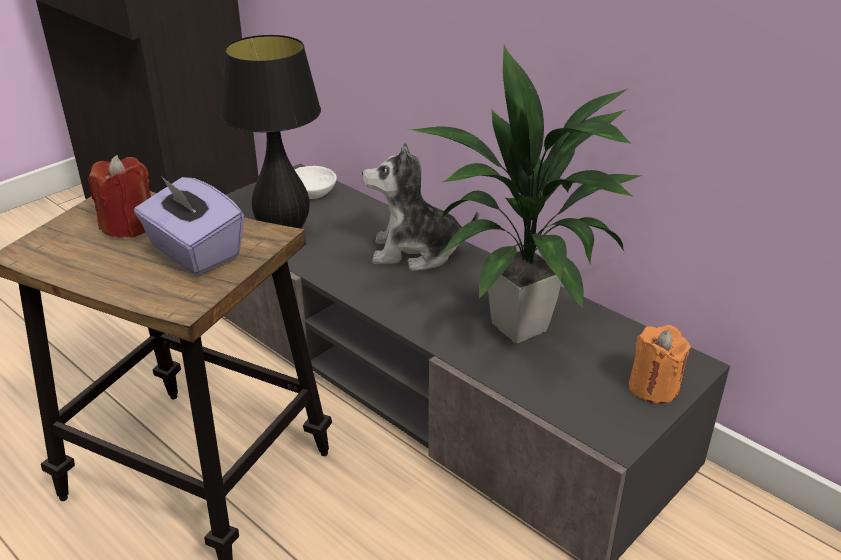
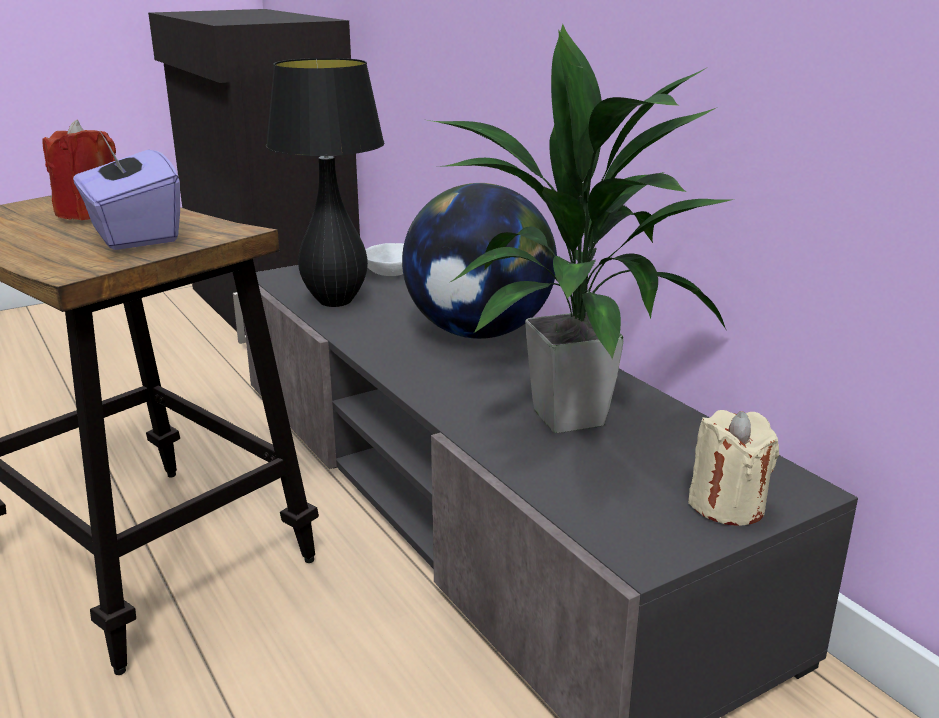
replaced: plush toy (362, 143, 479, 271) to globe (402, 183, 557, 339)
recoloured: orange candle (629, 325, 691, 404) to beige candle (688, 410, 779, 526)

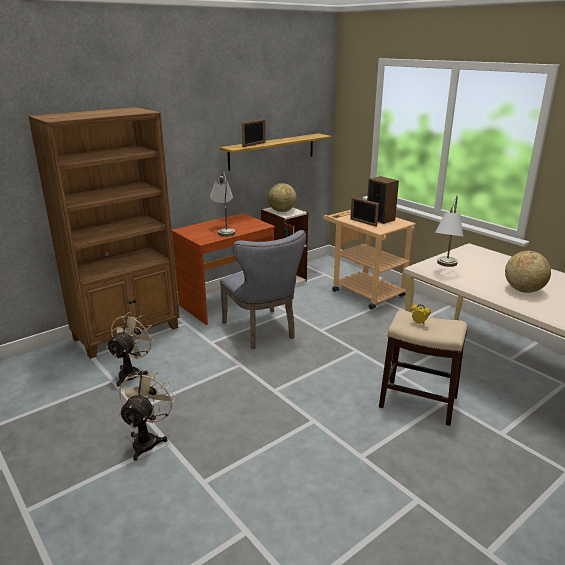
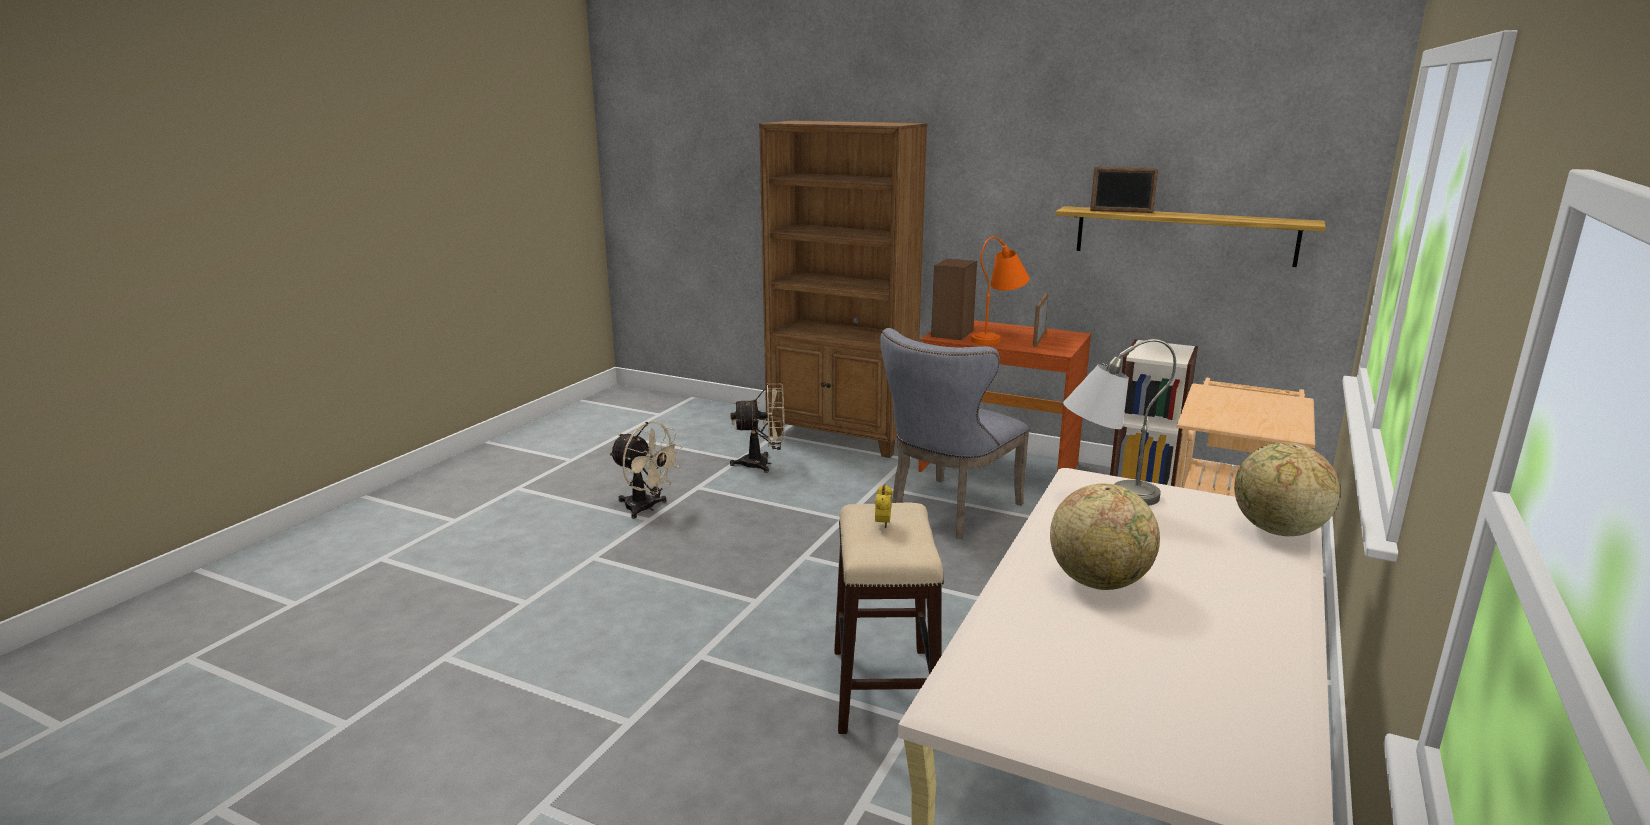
moved: globe (268, 183, 297, 212) to (1234, 442, 1340, 536); picture frame (350, 197, 379, 227) to (1033, 293, 1048, 347); speaker (367, 176, 399, 224) to (931, 259, 977, 340)
recoloured: grey table lamp (210, 172, 235, 237) to orange table lamp (971, 236, 1030, 345)
turned: beige fan (119, 369, 176, 461) = (609, 421, 683, 519) 45 degrees clockwise

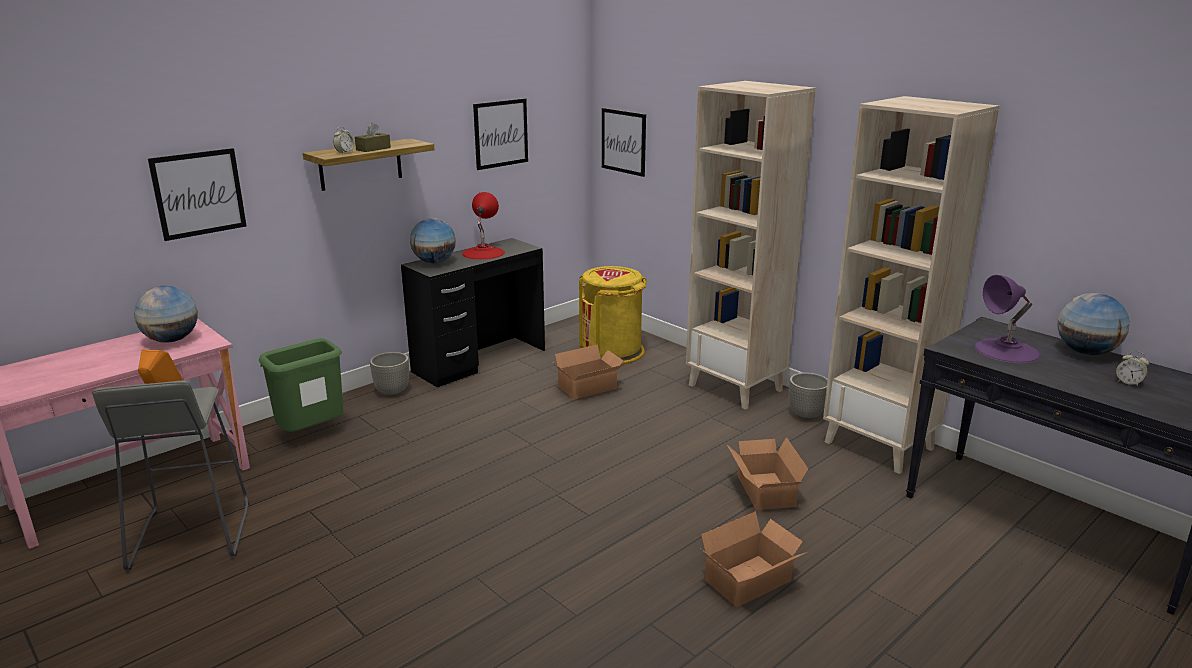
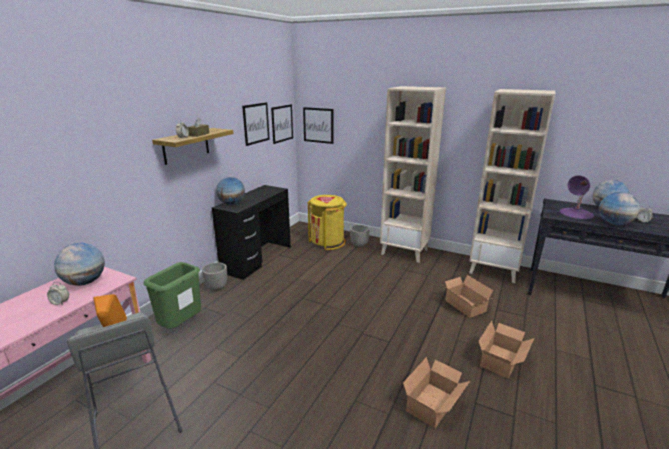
removed: red table lamp (462, 192, 505, 260)
added: alarm clock (47, 282, 69, 305); globe (599, 192, 640, 225)
moved: picture (148, 148, 247, 241) to (271, 104, 293, 144); cardboard box (554, 344, 623, 400) to (403, 357, 470, 428); planter (789, 373, 828, 420) to (350, 225, 370, 247)

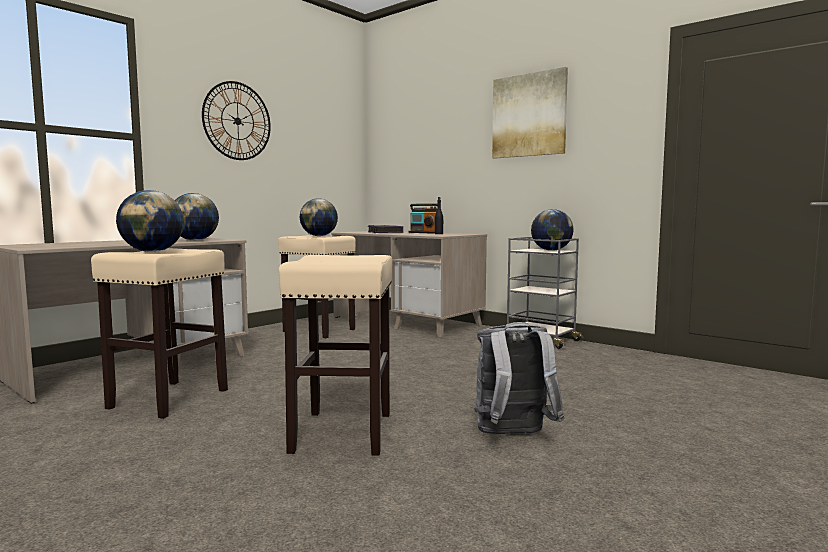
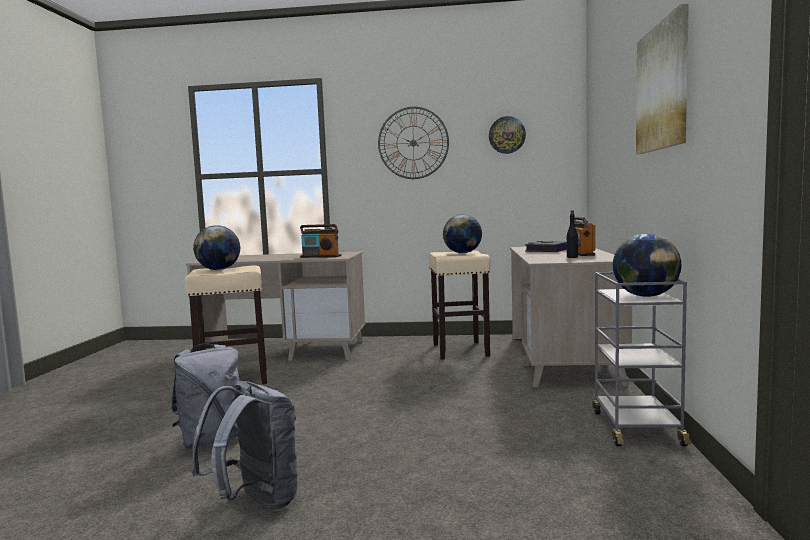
added: wall clock (489, 116, 526, 154)
replaced: globe (175, 193, 219, 240) to radio (300, 224, 341, 258); beige stool (279, 255, 392, 456) to grey backpack (171, 343, 240, 449)

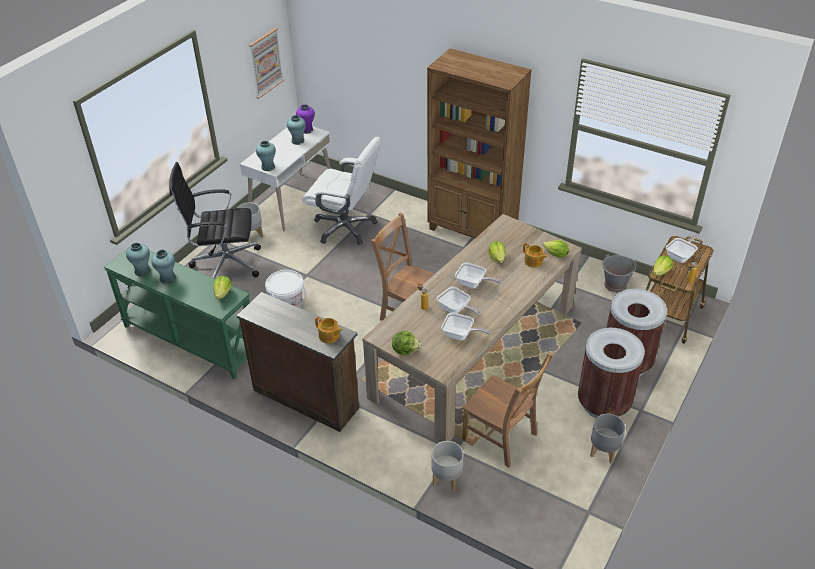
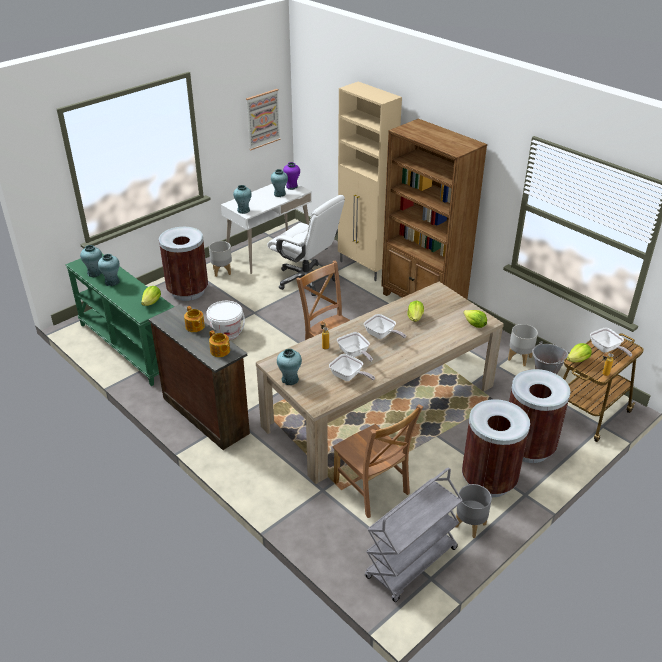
added: beige cabinet (338, 81, 402, 281); grey cart (365, 468, 463, 602)
moved: grey planter (431, 441, 463, 492) to (508, 324, 538, 366); teapot (523, 243, 547, 268) to (184, 306, 205, 332)
replaced: black office chair (169, 162, 261, 279) to brown trash can (159, 227, 208, 301); lettuce (392, 331, 421, 355) to turquoise vase (277, 348, 302, 385)
turned: frying pan (666, 233, 700, 263) = (590, 328, 632, 357) 90 degrees clockwise

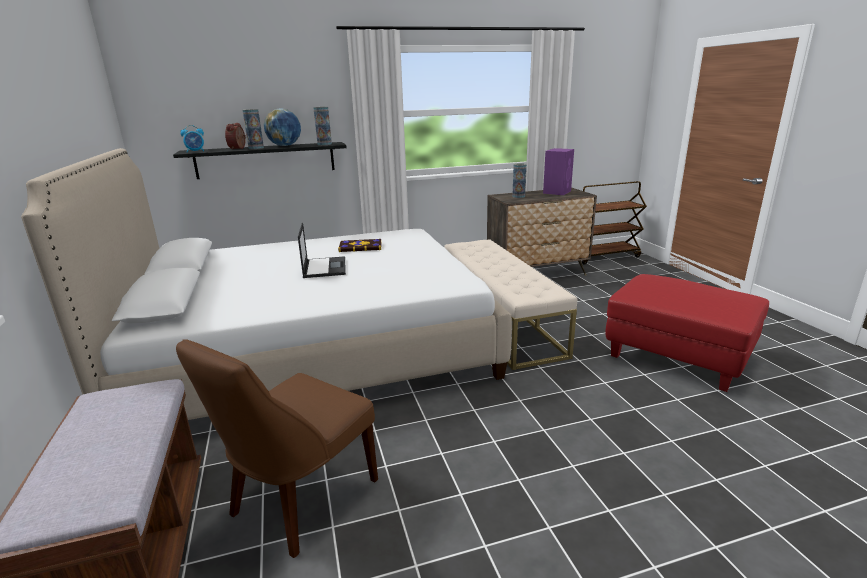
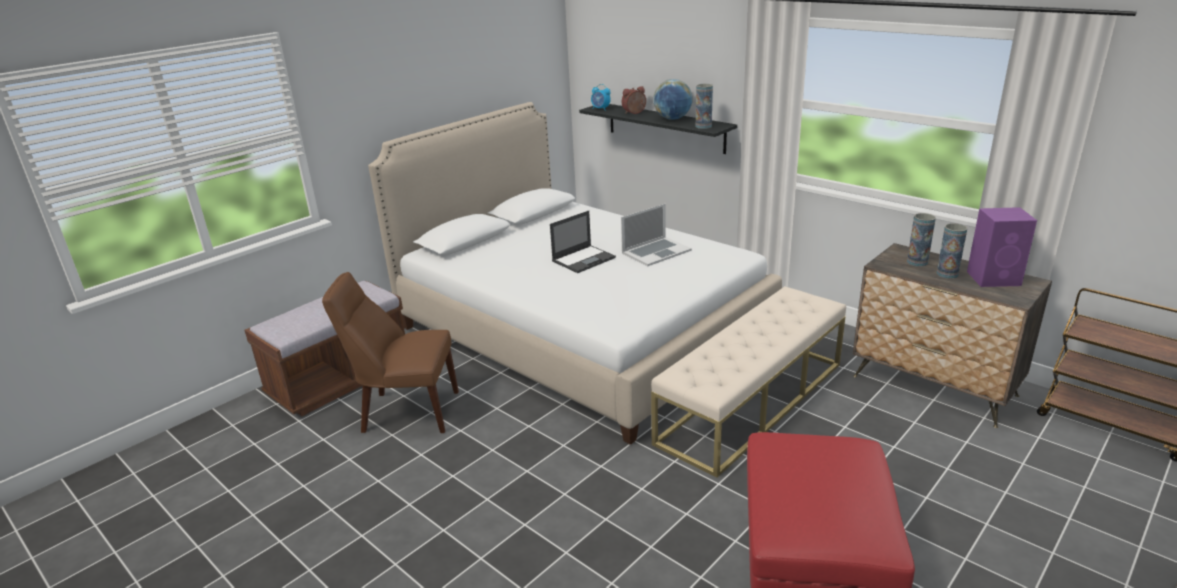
moved: vase (243, 109, 264, 149) to (936, 223, 967, 279)
replaced: book (338, 239, 382, 252) to laptop (621, 204, 692, 266)

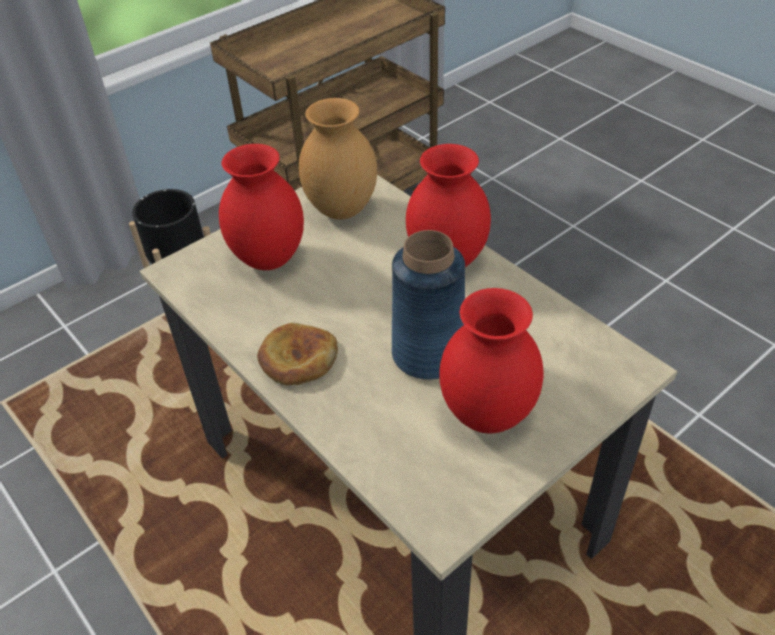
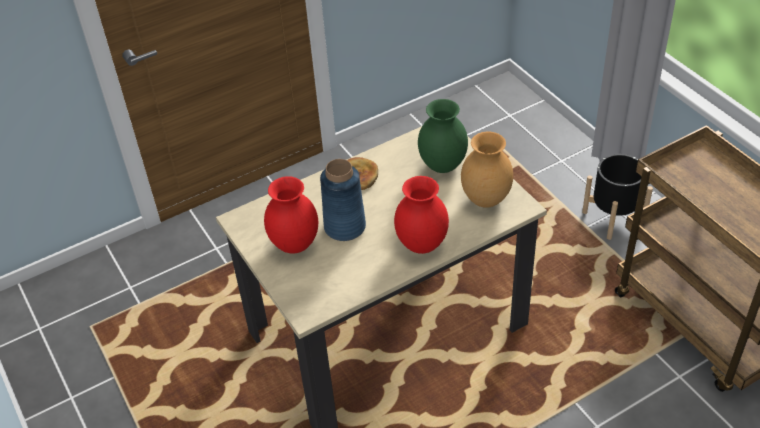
recoloured: red vase (219, 144, 304, 270) to green vase (418, 99, 468, 173)

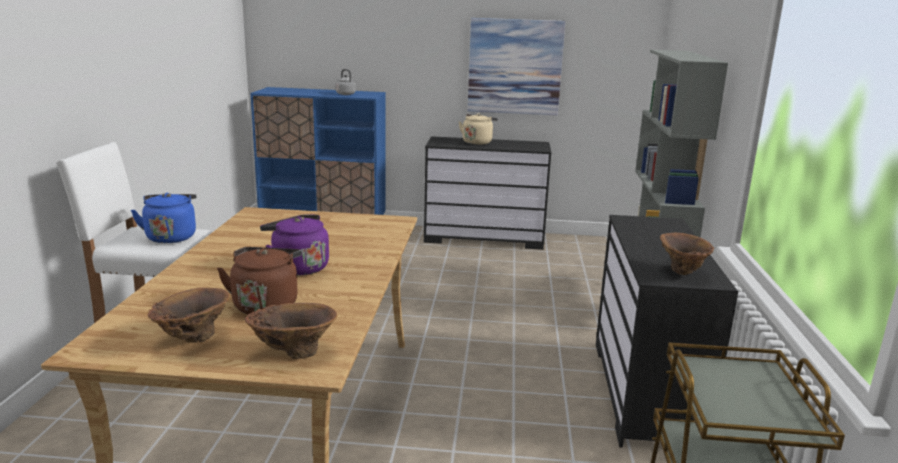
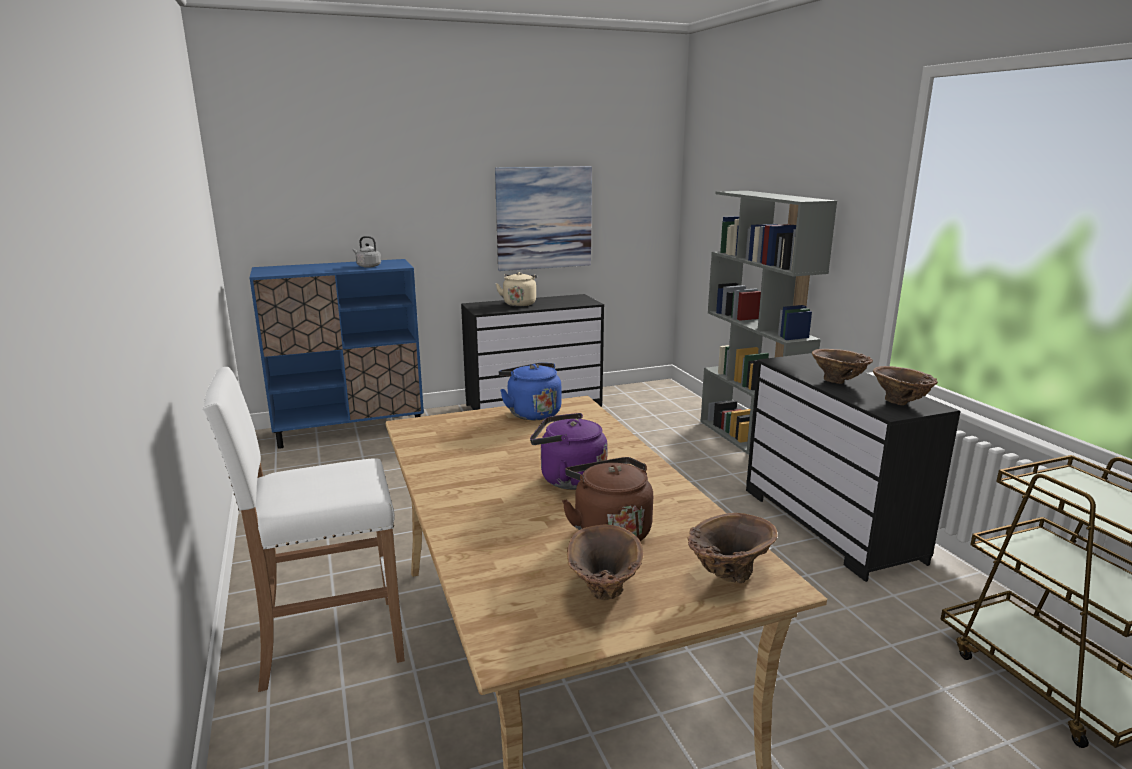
added: brown vase (812, 349, 873, 384)
moved: blue kettle (131, 193, 197, 243) to (499, 363, 561, 420)

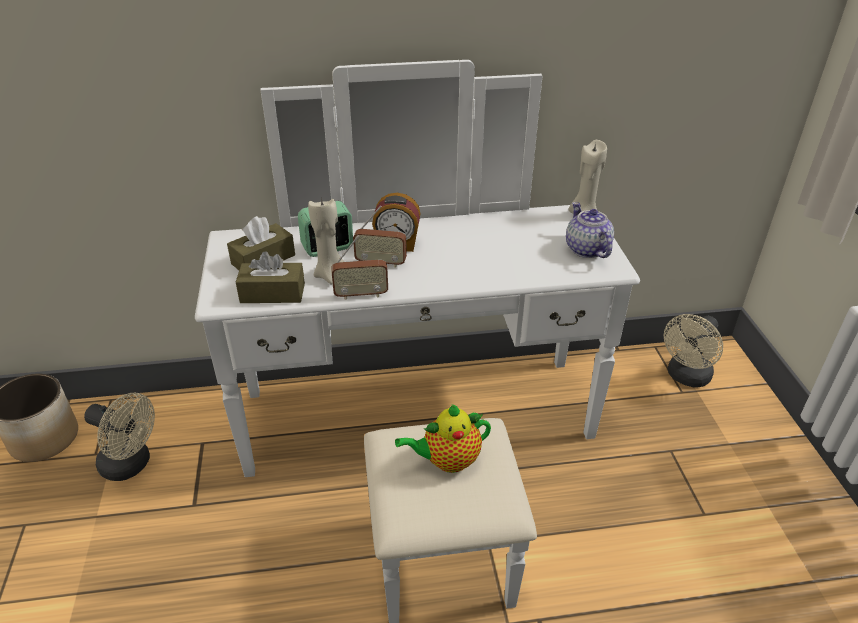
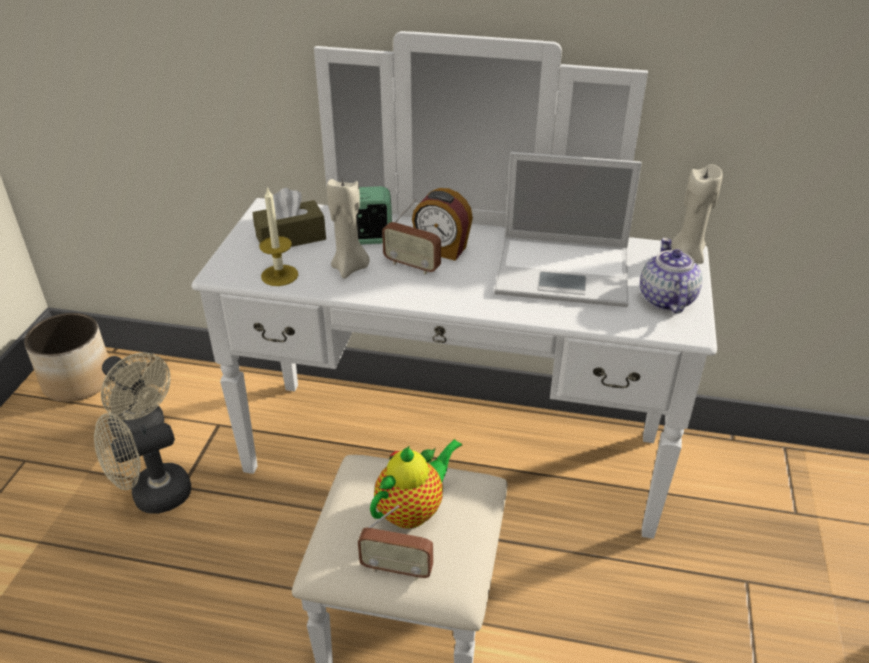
added: laptop (494, 152, 642, 307)
moved: radio (331, 235, 388, 300) to (358, 505, 433, 581); beige fan (664, 314, 723, 387) to (94, 413, 191, 514)
replaced: brown tissue box (236, 251, 305, 303) to candle (259, 186, 298, 286)
turned: teapot (395, 405, 491, 473) = (370, 439, 462, 529) 135 degrees clockwise

